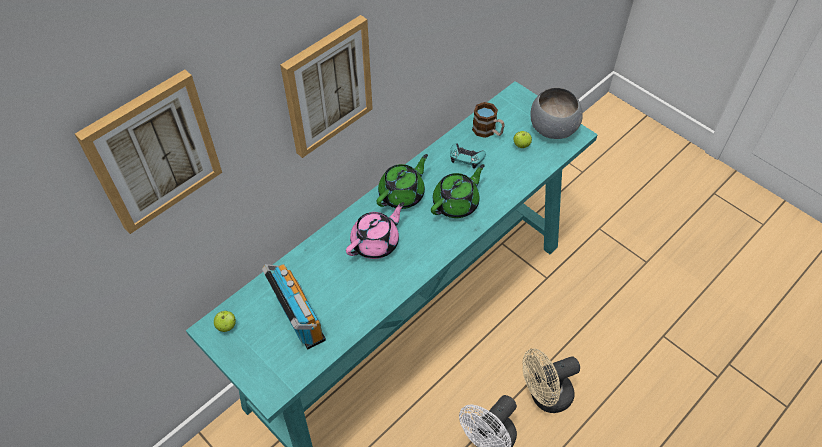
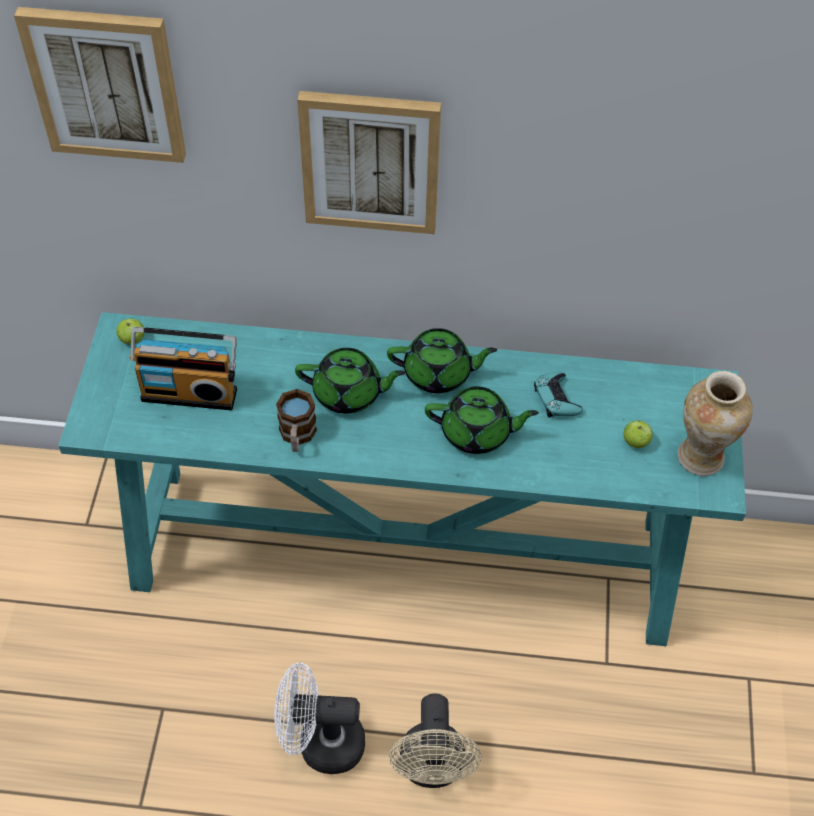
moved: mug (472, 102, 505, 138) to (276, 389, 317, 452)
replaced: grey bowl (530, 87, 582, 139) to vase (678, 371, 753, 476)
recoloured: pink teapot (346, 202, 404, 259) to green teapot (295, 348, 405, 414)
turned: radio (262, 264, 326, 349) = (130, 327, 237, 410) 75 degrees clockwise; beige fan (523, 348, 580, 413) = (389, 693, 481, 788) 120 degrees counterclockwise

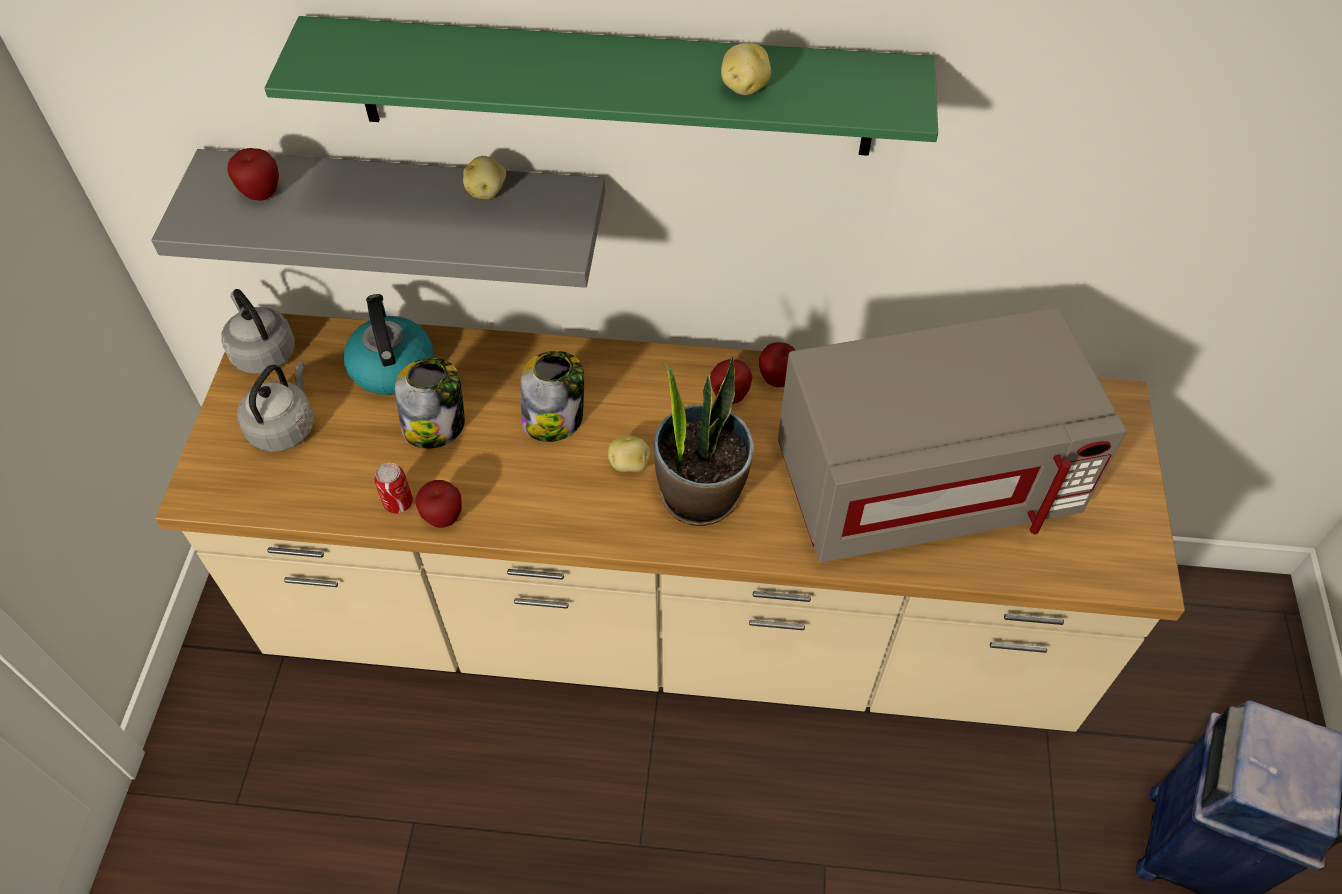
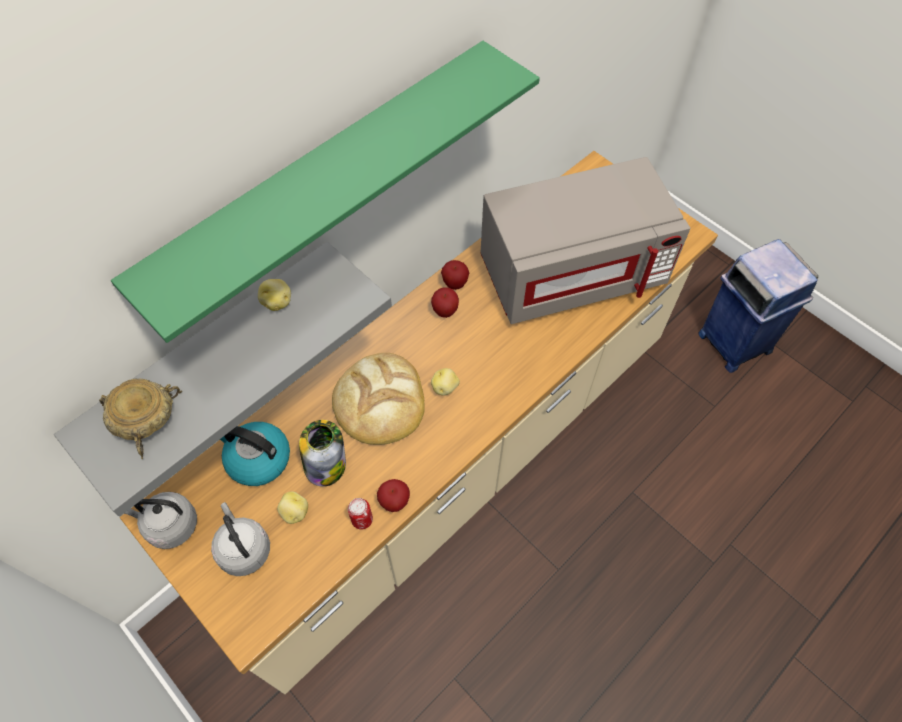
removed: potted plant (654, 355, 754, 526)
moved: potato (721, 43, 771, 95) to (277, 491, 308, 524)
replaced: apple (227, 148, 279, 201) to beige bowl (99, 379, 182, 459); jar (520, 351, 584, 442) to bread (332, 353, 425, 445)
turned: grey microwave (778, 307, 1127, 563) = (481, 157, 690, 324) 45 degrees clockwise

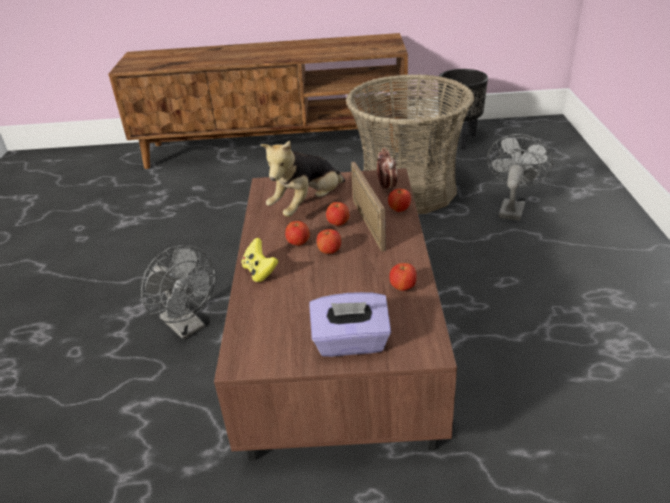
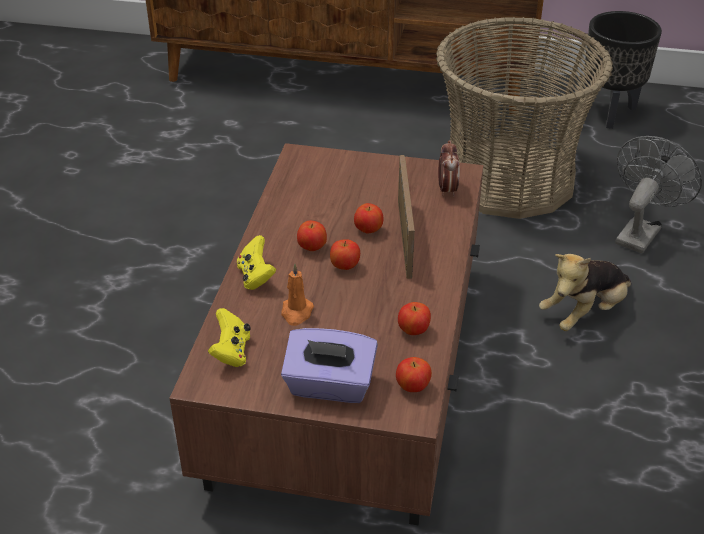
removed: grey fan (141, 245, 215, 339)
added: yellow game controller (208, 308, 251, 367); orange candle (281, 264, 314, 326)
moved: plush toy (260, 141, 345, 217) to (539, 254, 631, 331); apple (388, 189, 411, 212) to (396, 357, 432, 392)

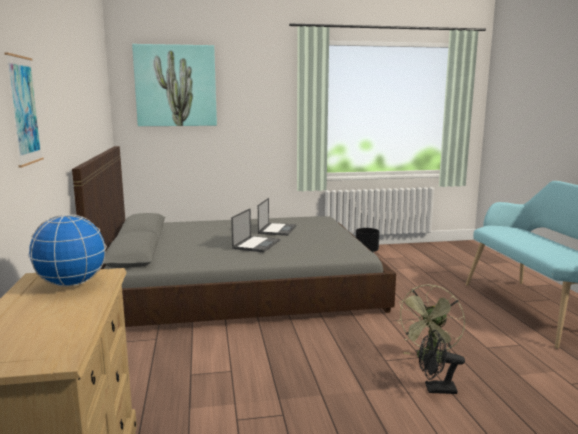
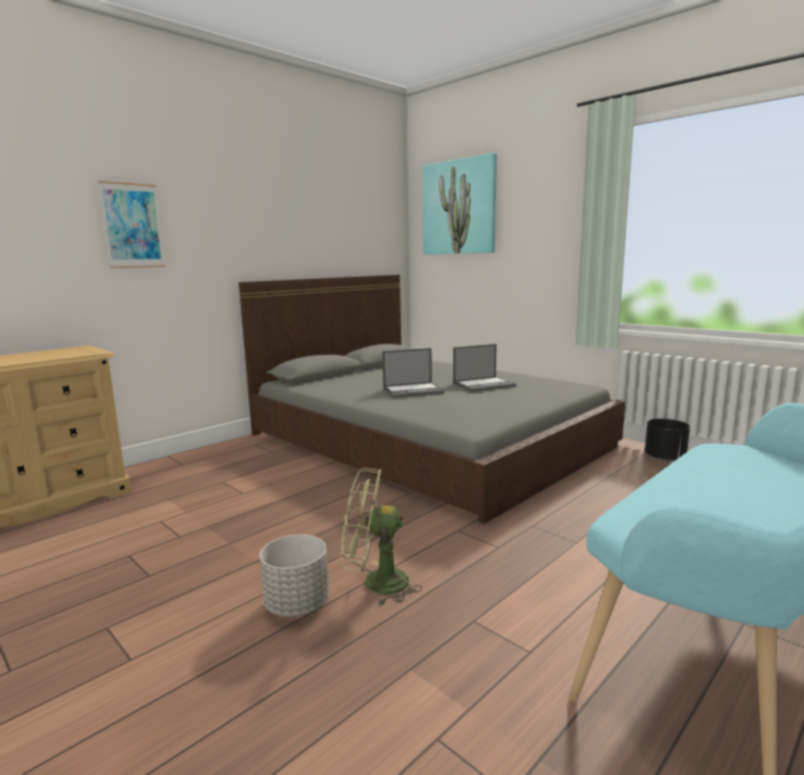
removed: globe (28, 214, 107, 287)
replaced: black fan (419, 330, 465, 394) to grey planter (260, 534, 329, 617)

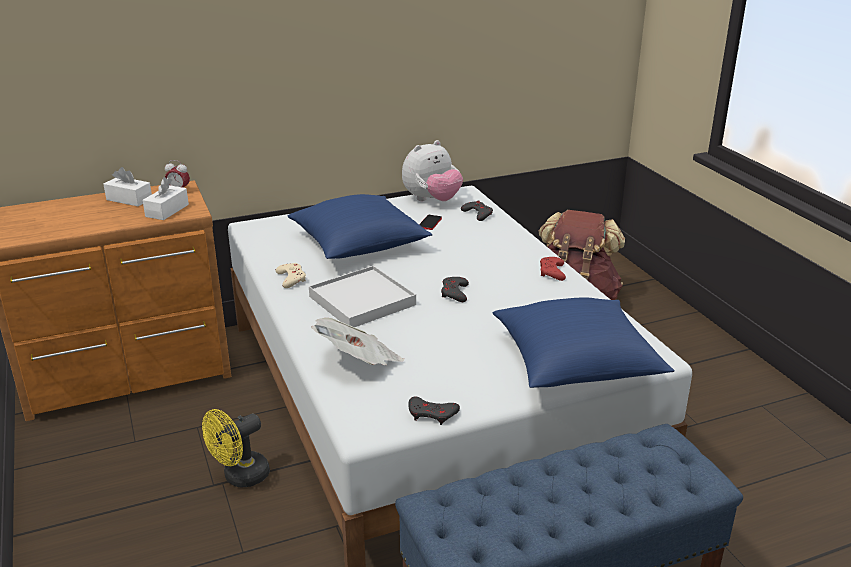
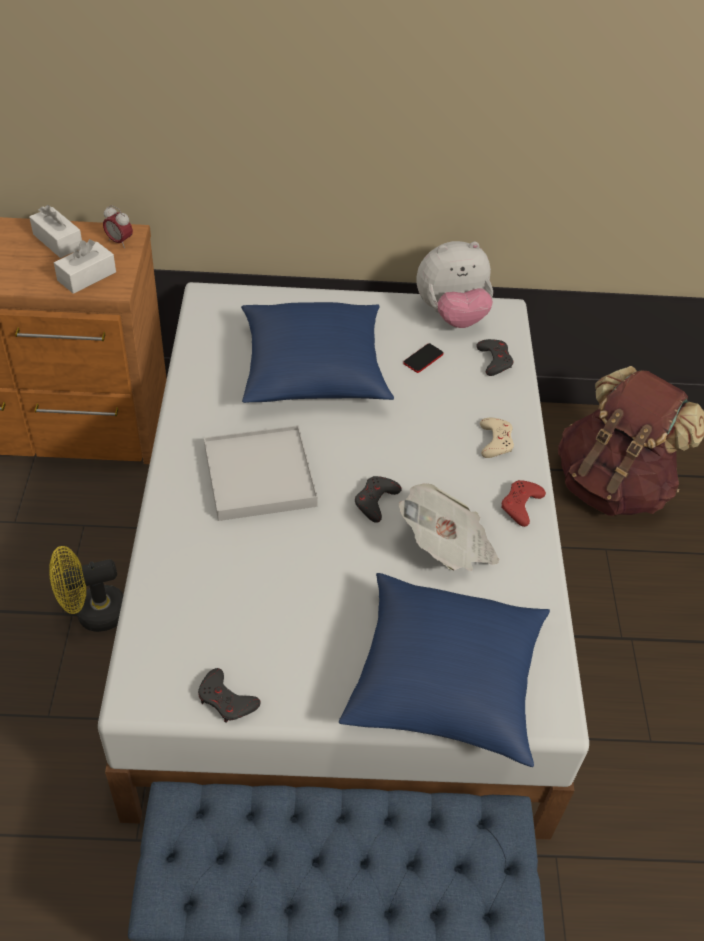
moved: beige game controller (275, 263, 306, 288) to (480, 418, 514, 458); newspaper (311, 318, 404, 365) to (399, 483, 499, 571)

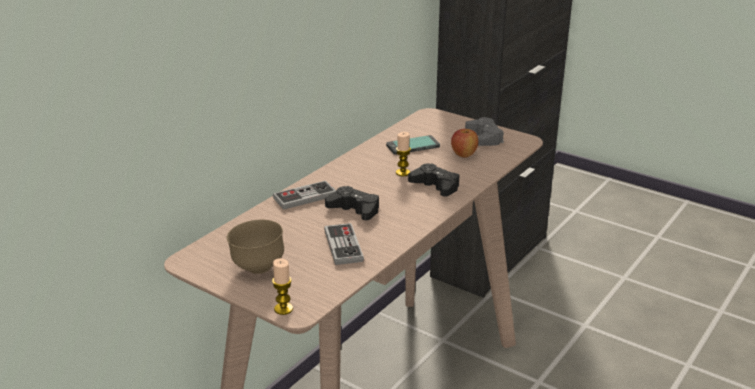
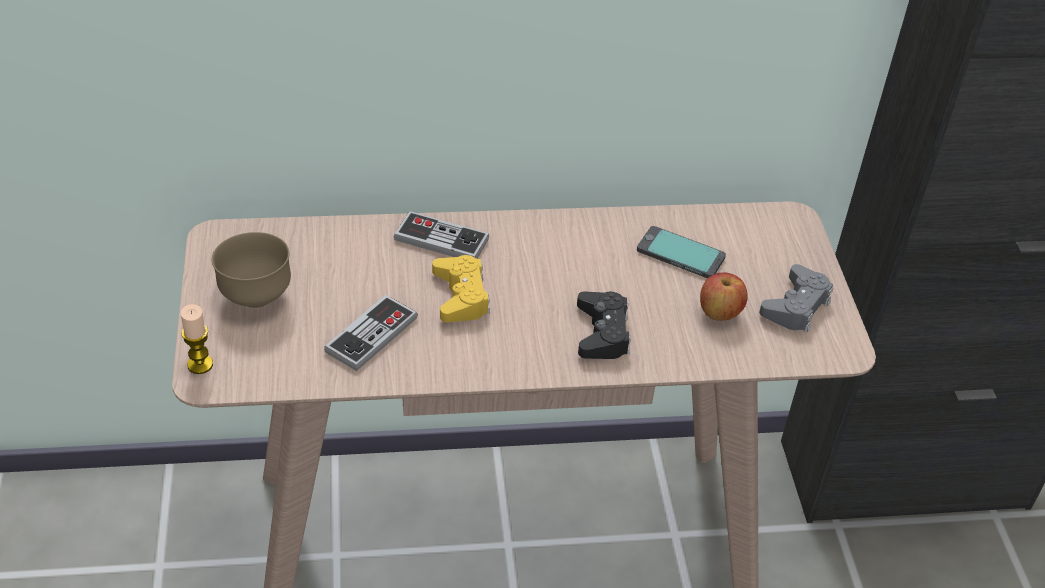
removed: candle (396, 132, 411, 176)
recoloured: black game controller (325, 186, 379, 220) to yellow game controller (432, 255, 490, 322)

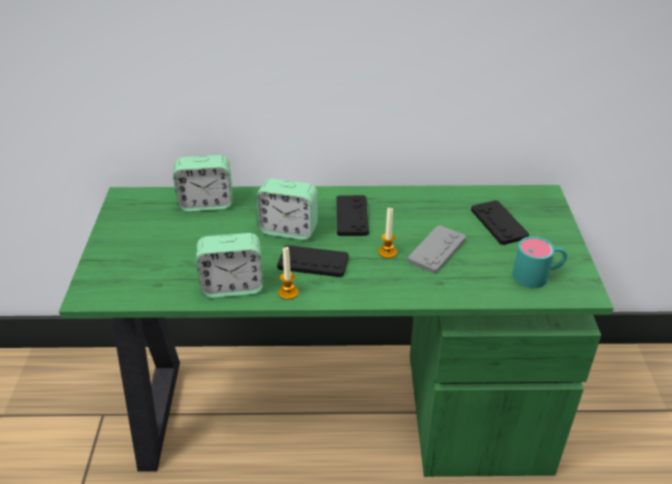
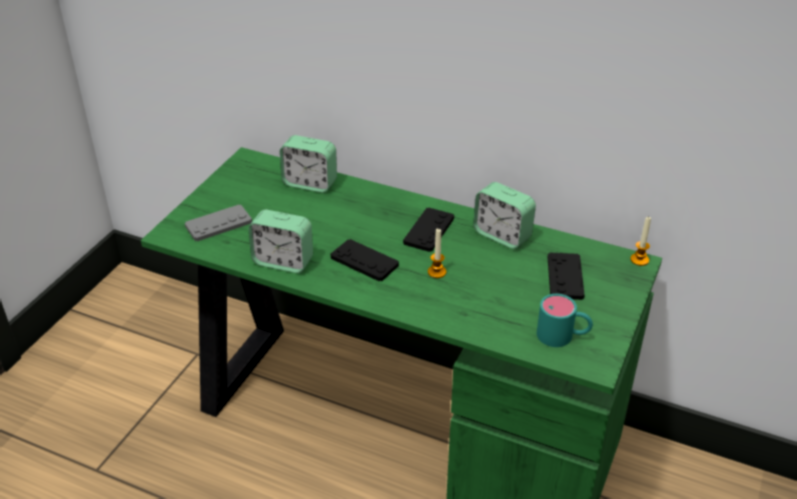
moved: alarm clock (255, 178, 318, 240) to (473, 182, 536, 249); candle (278, 246, 298, 300) to (630, 217, 651, 266); grey game controller (407, 225, 466, 273) to (185, 205, 252, 241)

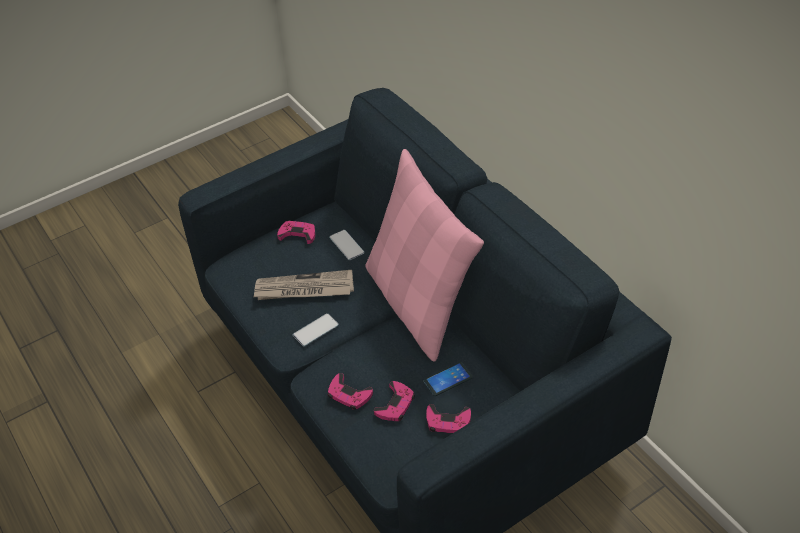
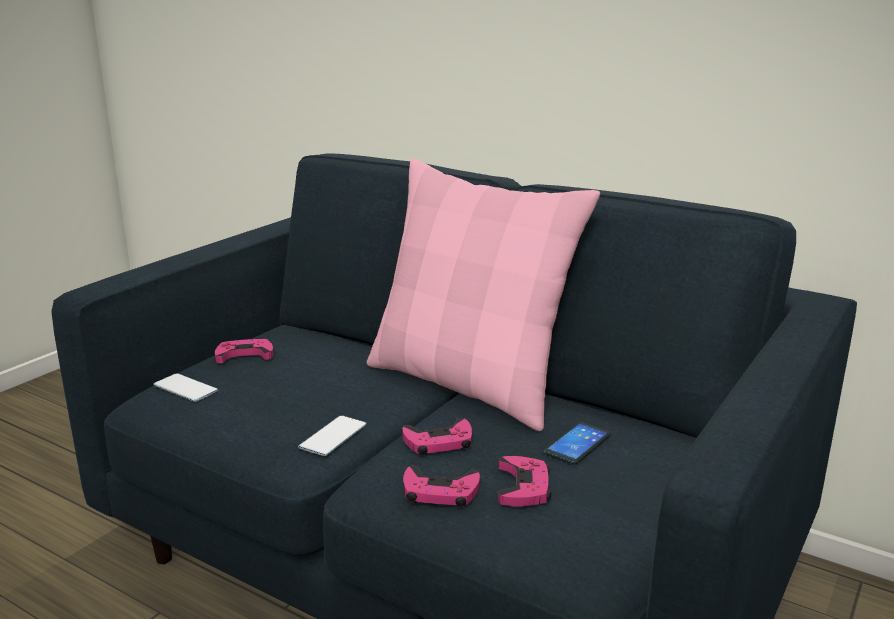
removed: newspaper (253, 270, 354, 300)
moved: phone (330, 230, 365, 260) to (154, 373, 218, 402); pink game controller (426, 404, 471, 433) to (402, 418, 472, 455)

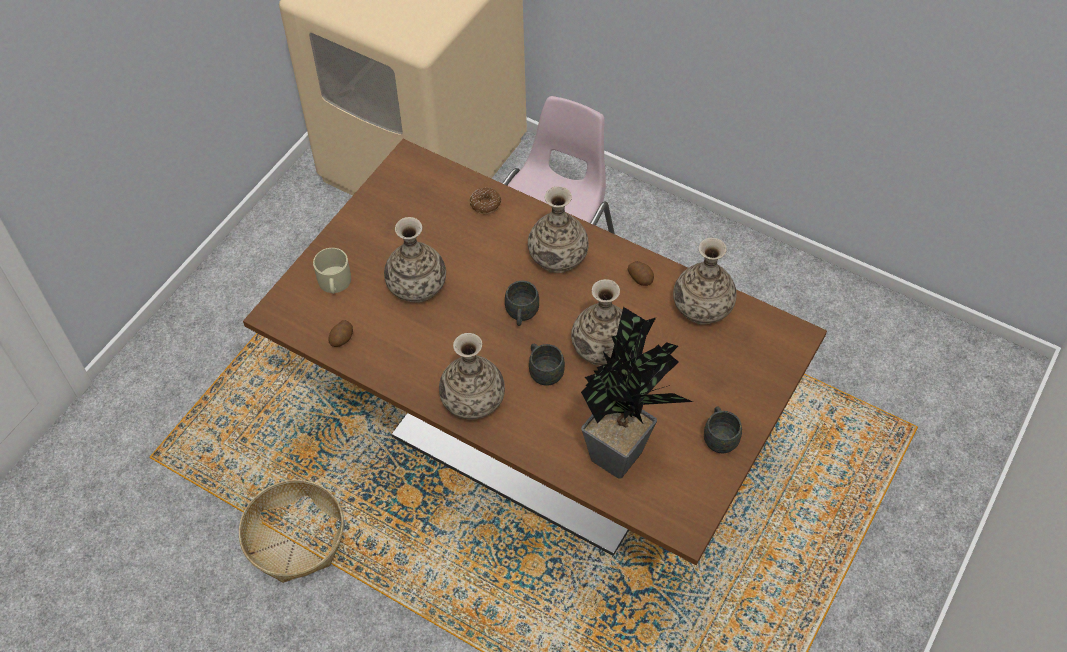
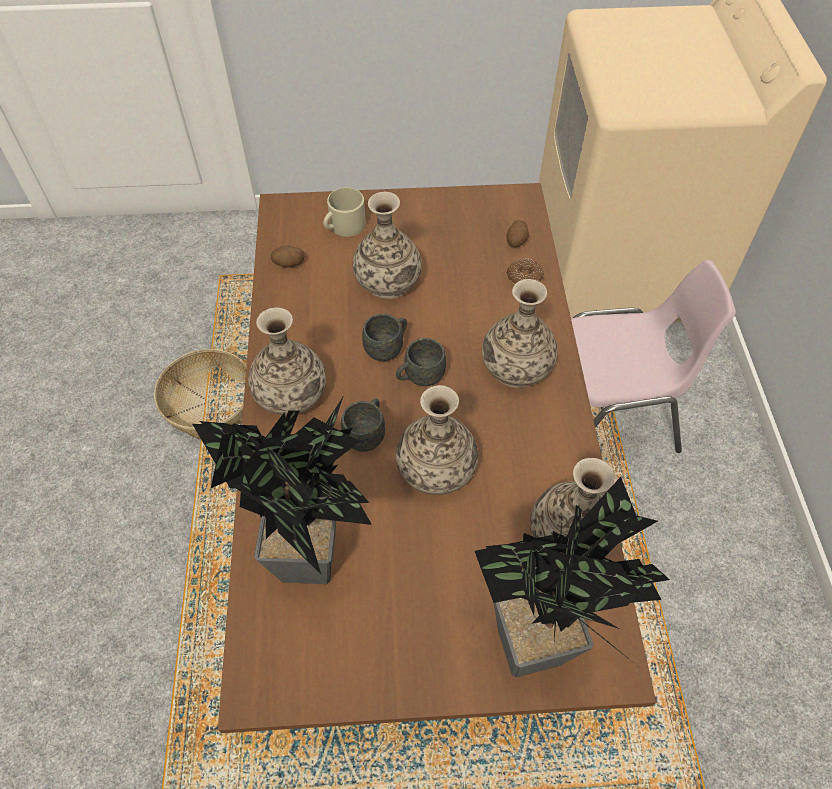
added: potted plant (475, 477, 670, 677)
moved: potato (628, 261, 654, 286) to (506, 220, 529, 247); grey mug (704, 406, 742, 453) to (362, 314, 407, 361)

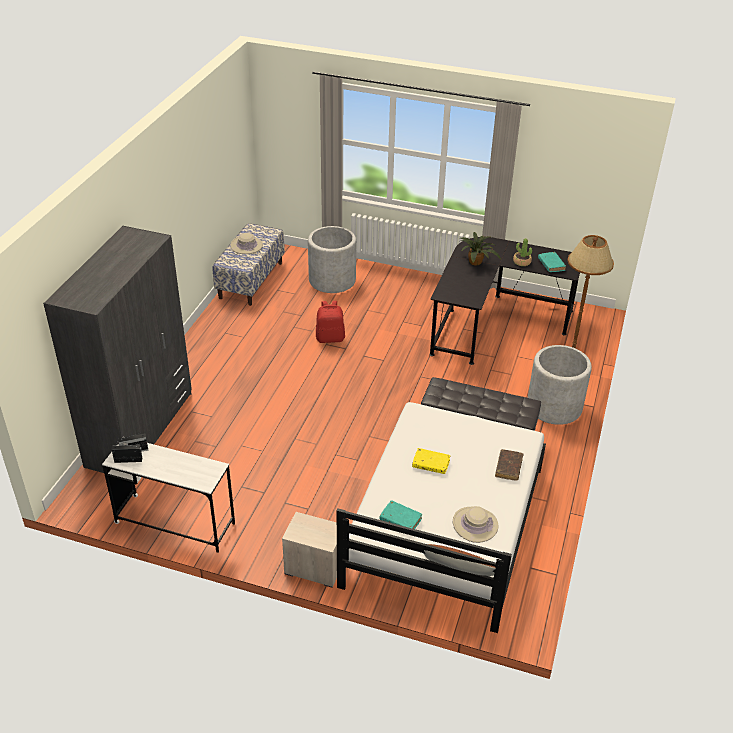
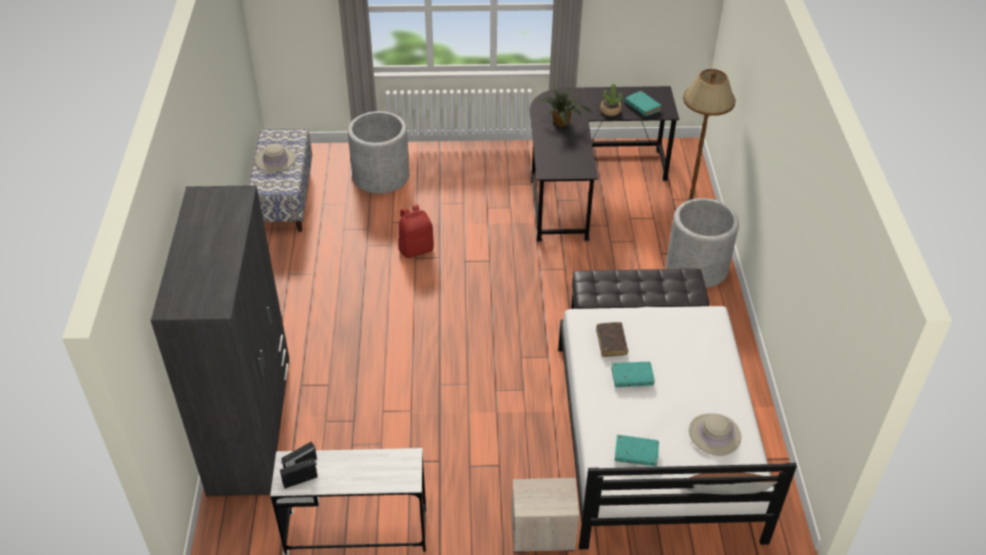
moved: brown book (495, 449, 523, 481) to (596, 322, 628, 357)
recoloured: yellow book (412, 448, 450, 474) to turquoise book (611, 362, 655, 387)

